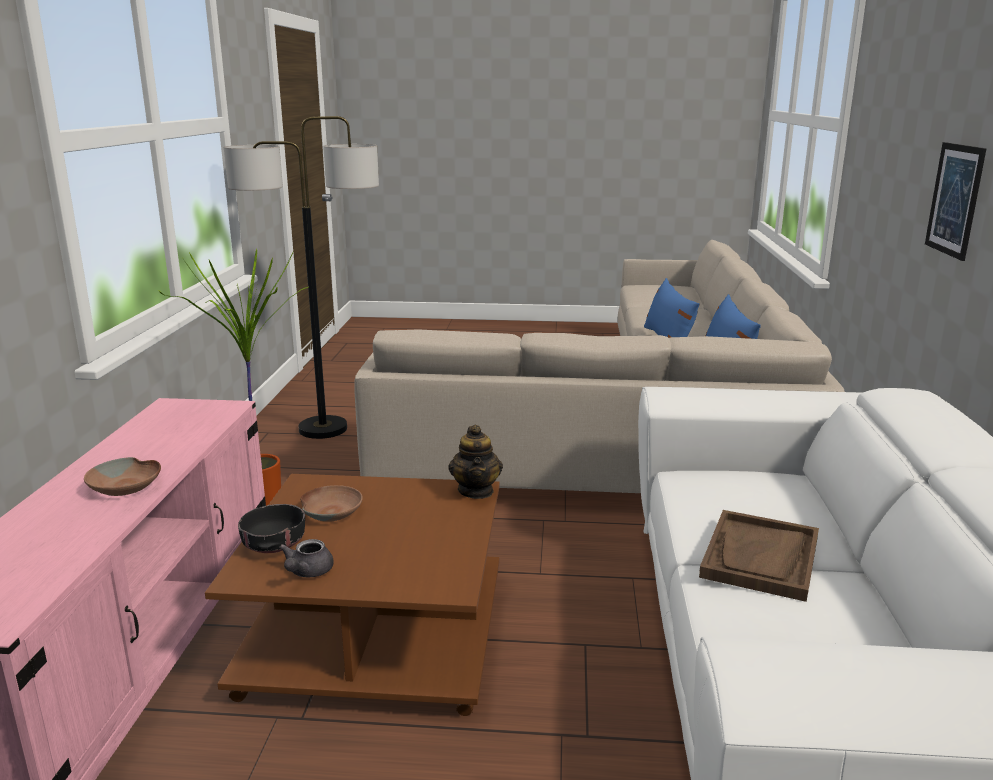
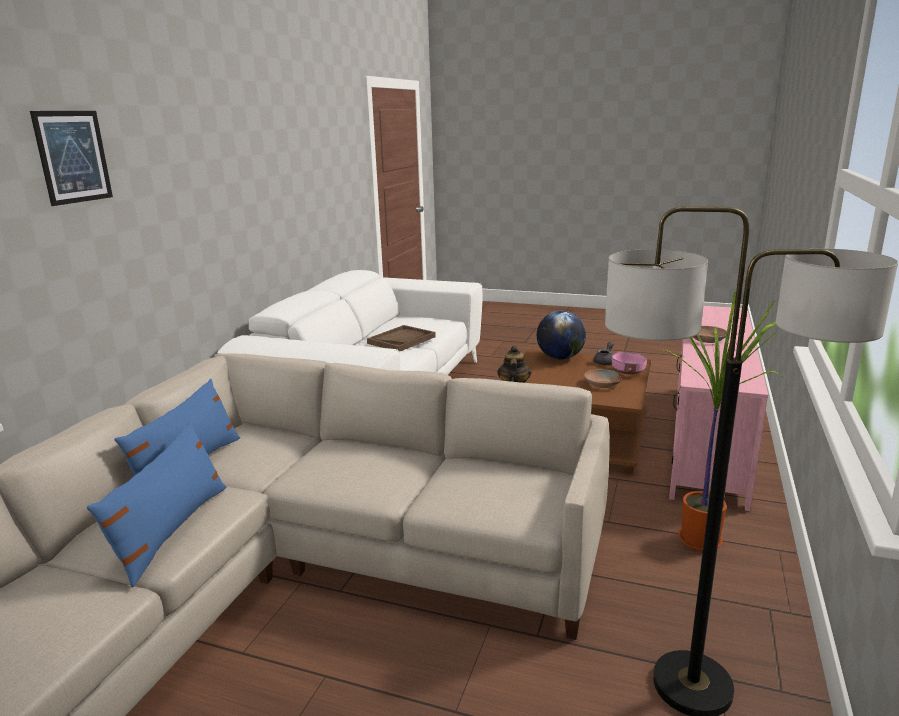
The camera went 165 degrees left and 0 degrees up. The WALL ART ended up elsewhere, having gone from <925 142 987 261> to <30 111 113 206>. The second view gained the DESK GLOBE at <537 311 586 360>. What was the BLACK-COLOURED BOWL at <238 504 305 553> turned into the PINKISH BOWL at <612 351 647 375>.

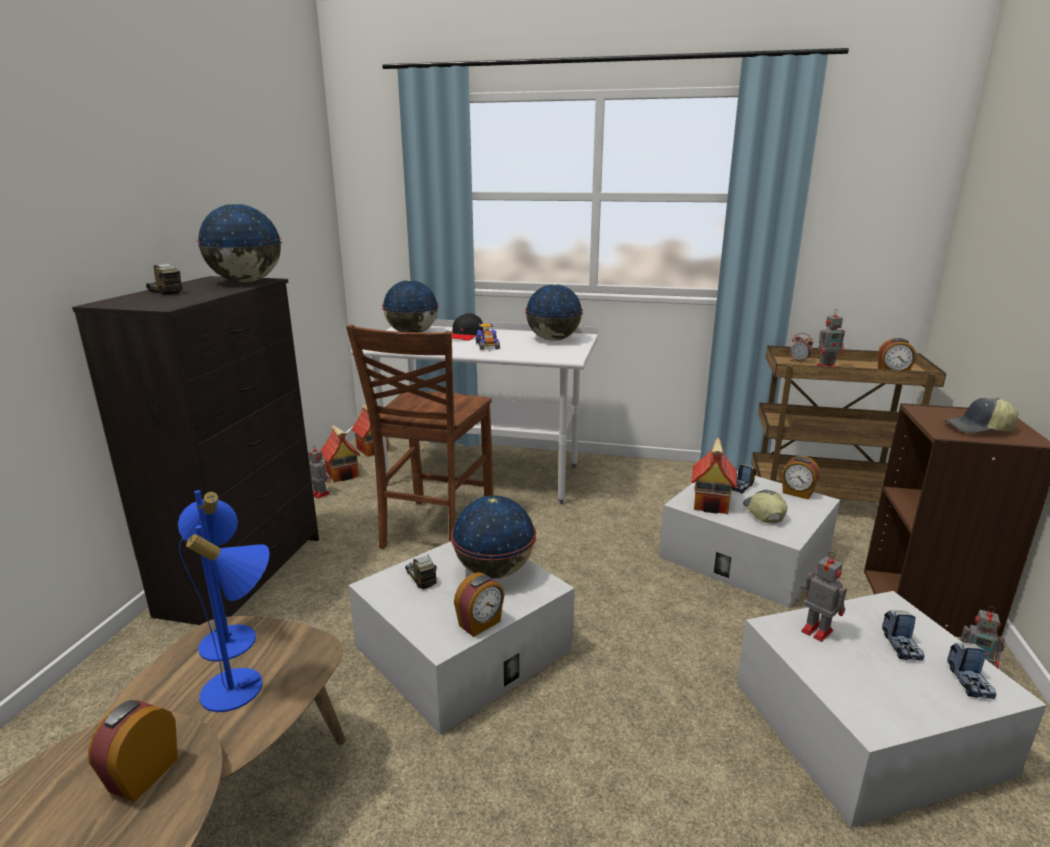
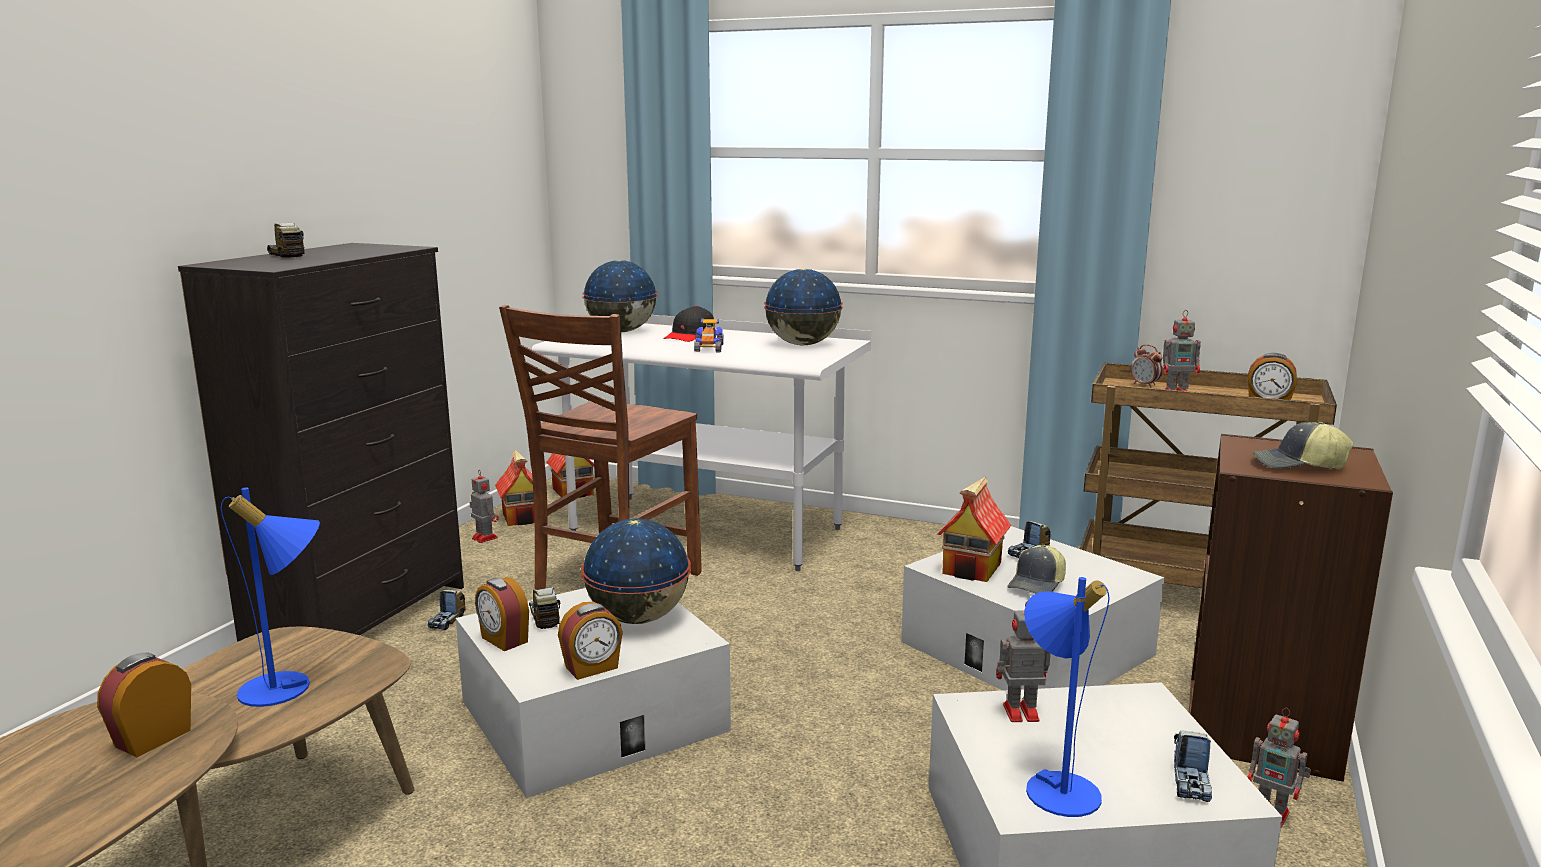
The camera went 10 degrees right and 5 degrees down. The TOY LORRY ended up elsewhere, having gone from <882 610 924 661> to <428 590 466 630>. The TABLE CLOCK ended up elsewhere, having gone from <782 456 820 500> to <475 577 529 651>. The ROBOT FIGURE at <800 552 847 642> ended up facing another way, 60 degrees counterclockwise from before. The BASEBALL CAP at <743 490 788 523> ended up facing another way, 150 degrees counterclockwise from before. The BLUE TABLE LAMP ended up elsewhere, having gone from <178 490 256 662> to <1024 577 1110 817>. The second view lost the DESK GLOBE at <197 204 282 282>.

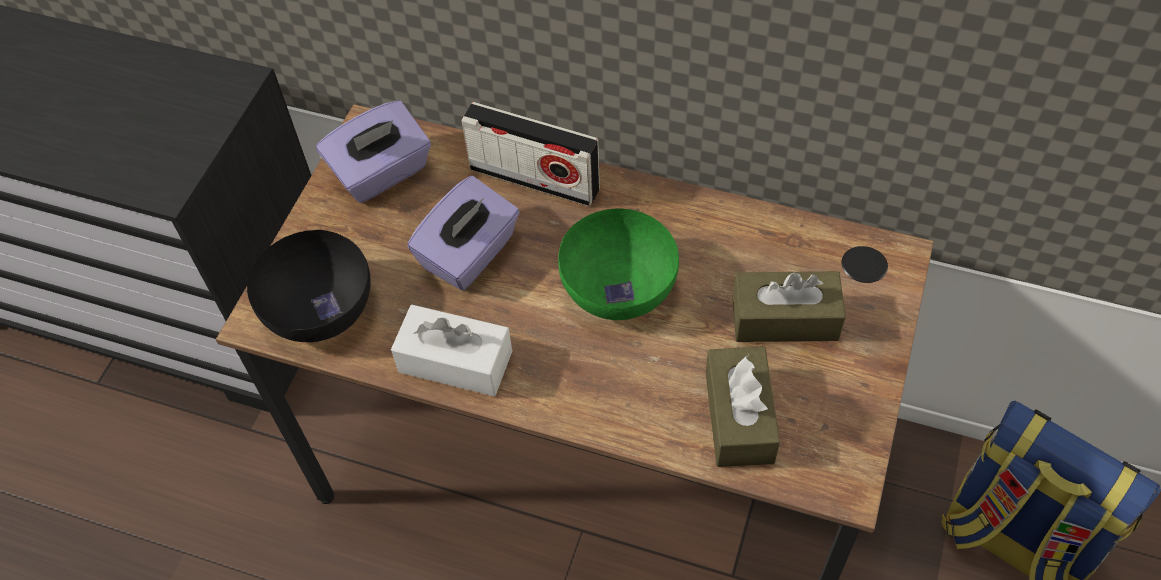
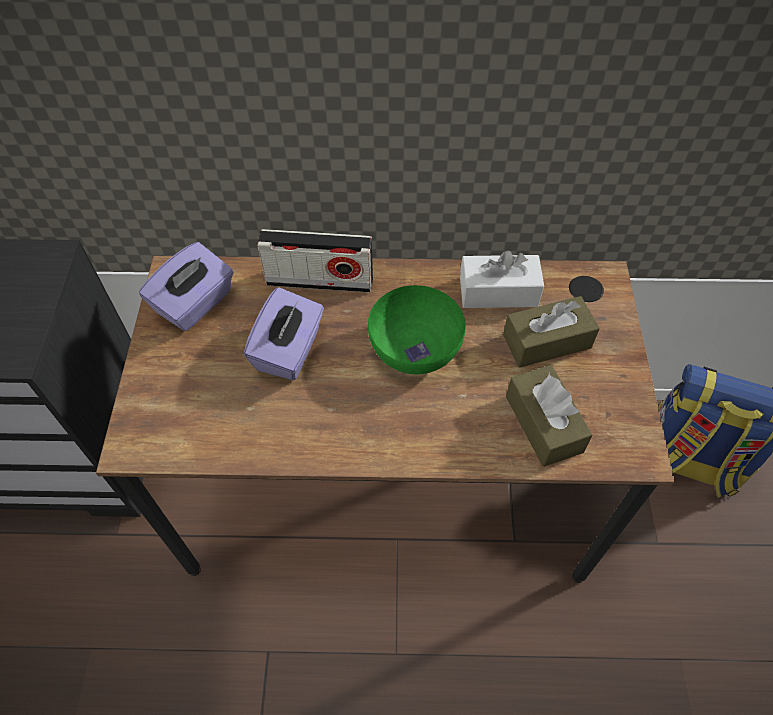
The camera went 20 degrees left and 0 degrees up. The WHITE TISSUE BOX ended up elsewhere, having gone from <391 305 512 396> to <460 251 544 308>. The second view lost the BLACK-COLOURED BOWL at <247 230 371 342>.

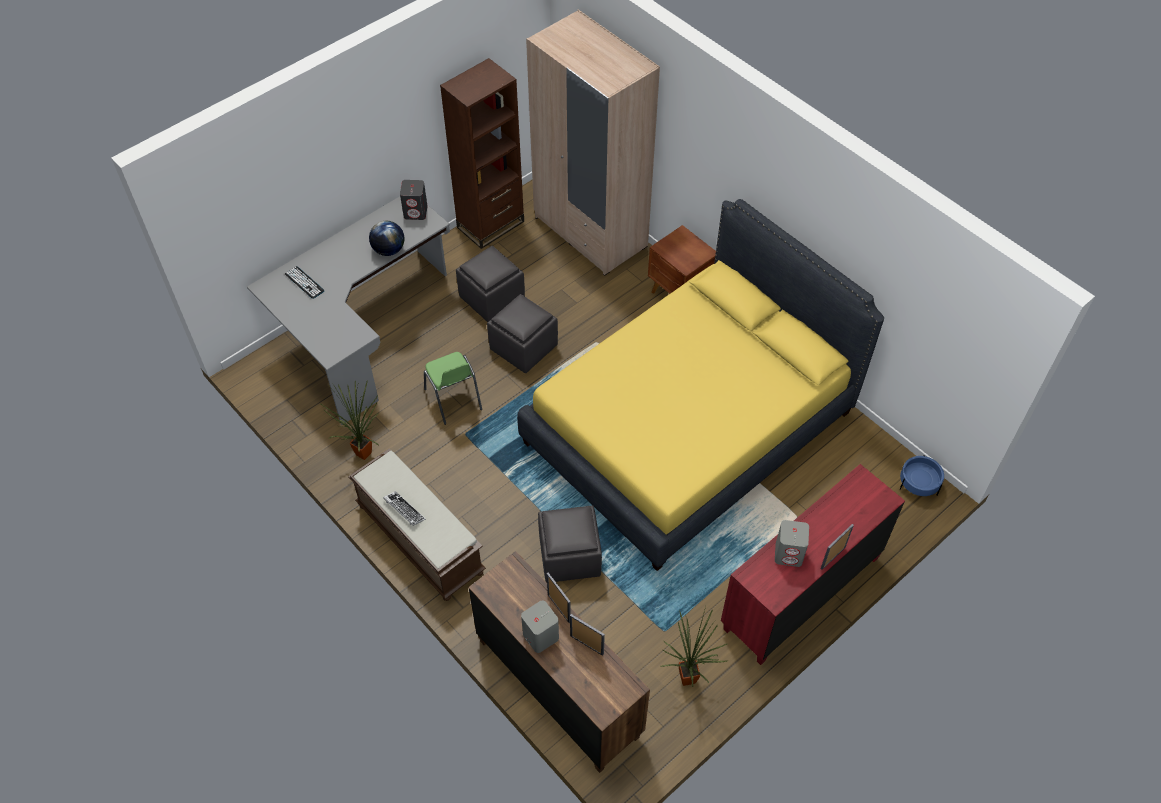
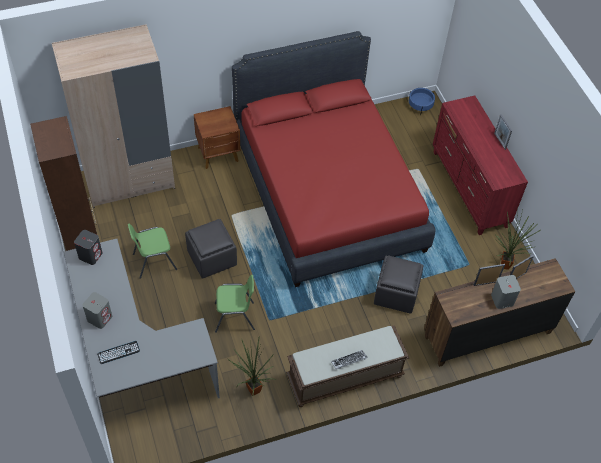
The camera went 70 degrees left and 0 degrees up. The GREY LOUDSPEAKER ended up elsewhere, having gone from <775 520 809 567> to <82 292 112 329>. Where the GREY FOOTREST stood at <456 246 525 322>, the GREEN-COLOURED CHAIR came to stand at <128 224 177 279>. What was the YELLOW BED at <517 199 884 571> turned into the REDDISH BED at <232 31 435 287>. The second view lost the DESK GLOBE at <369 221 405 256>.

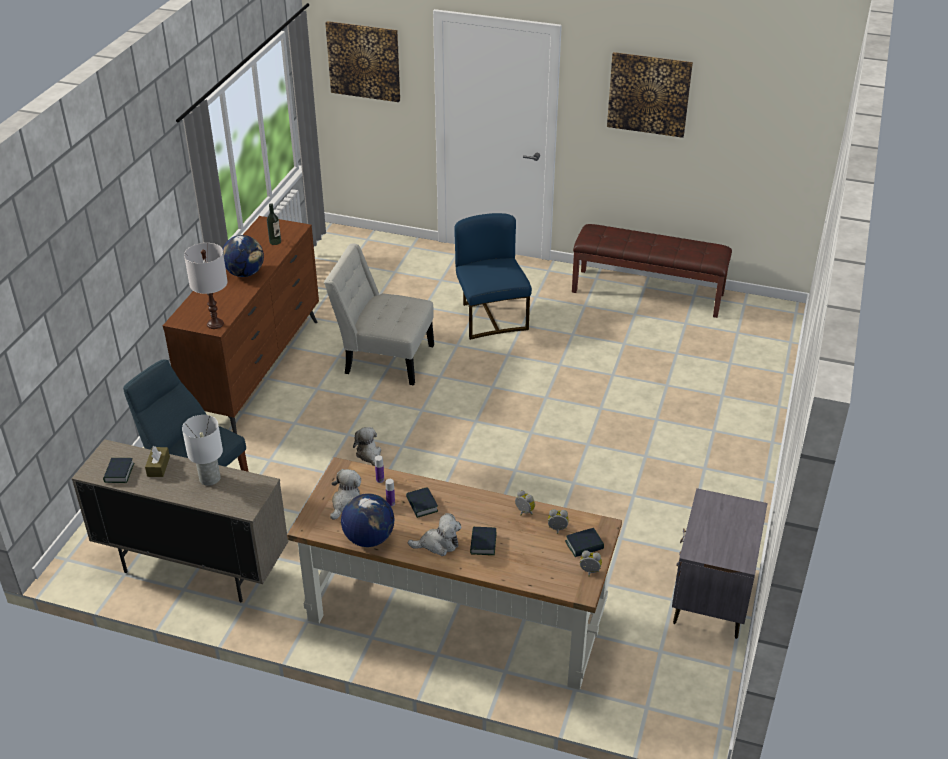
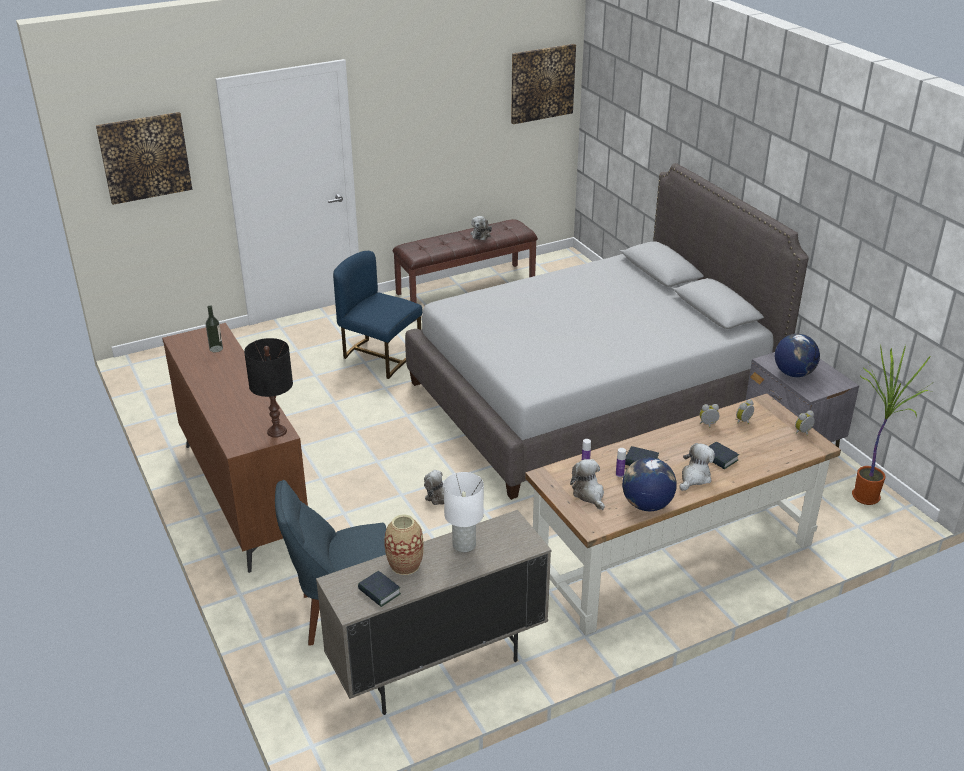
The camera went 45 degrees left and 5 degrees down. What was the WHITE TABLE LAMP at <184 243 228 329> turned into the BLACK-COLOURED TABLE LAMP at <244 338 293 438>. Where the BROWN TISSUE BOX stood at <145 446 170 477>, the VASE came to stand at <384 514 424 575>. The second view gained the GREY BED at <405 163 809 500>. The second view gained the PLUSH TOY at <470 216 492 240>. The WALL ART ended up elsewhere, having gone from <607 52 693 138> to <511 44 576 124>. The DESK GLOBE ended up elsewhere, having gone from <223 235 264 277> to <775 334 820 377>. The second view gained the PLANT IN A POT at <852 344 932 505>. The second view lost the WHITE CHAIR at <324 244 434 385>. The second view lost the VOLUME at <565 528 604 557>.

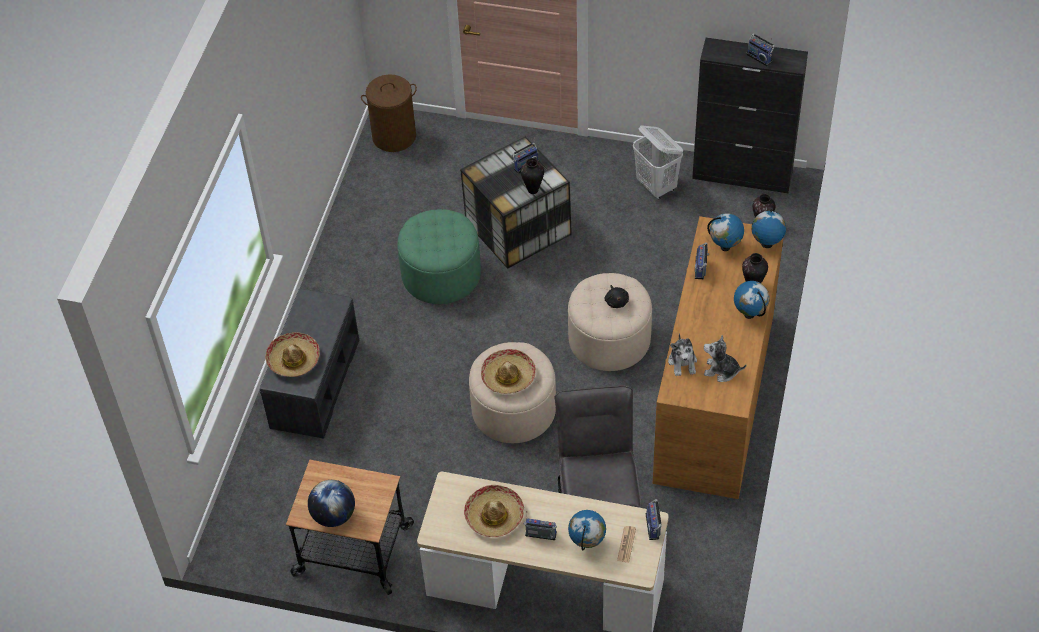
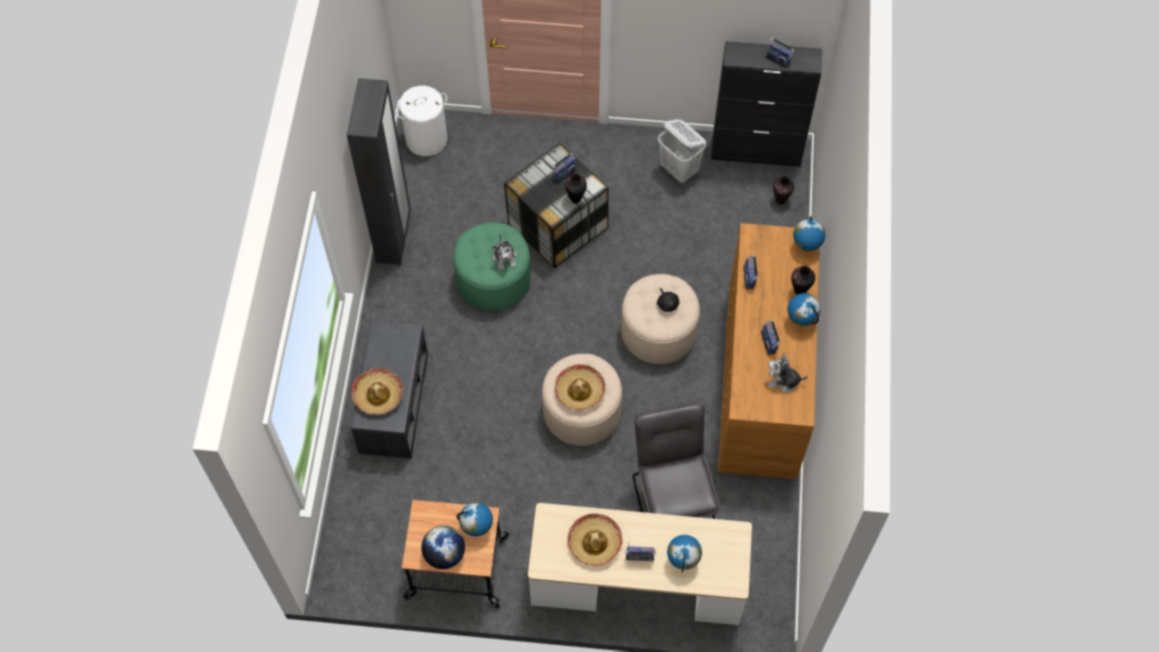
The camera went 10 degrees left and 10 degrees up. The second view gained the BLACK-COLOURED CLOTHES CUPBOARD at <347 78 411 265>. What was the BROWN HAMPER at <361 75 417 152> turned into the WHITE HAMPER at <395 86 447 156>. The DESK GLOBE ended up elsewhere, having gone from <707 213 744 251> to <457 502 493 537>. The PLUSH TOY ended up elsewhere, having gone from <668 333 697 376> to <492 234 517 270>. The RADIO RECEIVER ended up elsewhere, having gone from <646 499 662 540> to <761 319 780 355>. The second view lost the PRINTED PAPER at <617 526 636 563>.

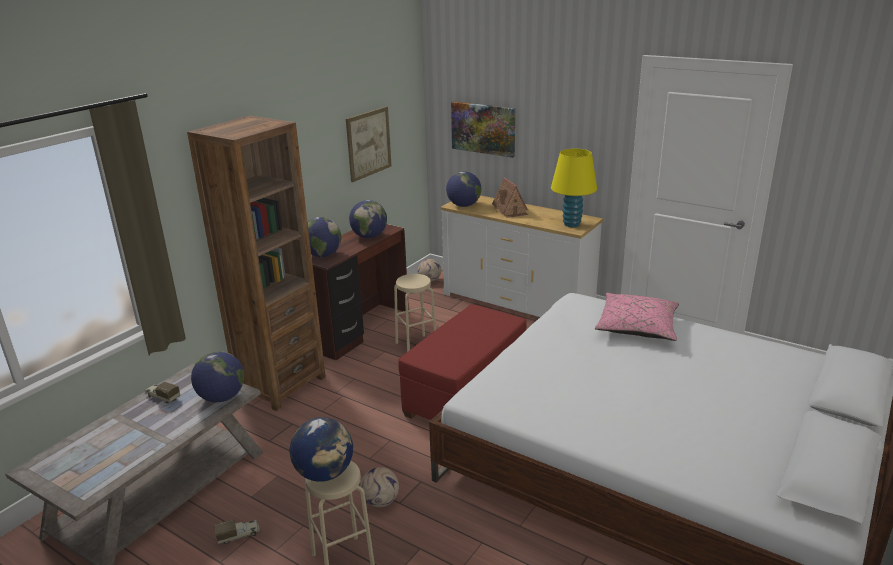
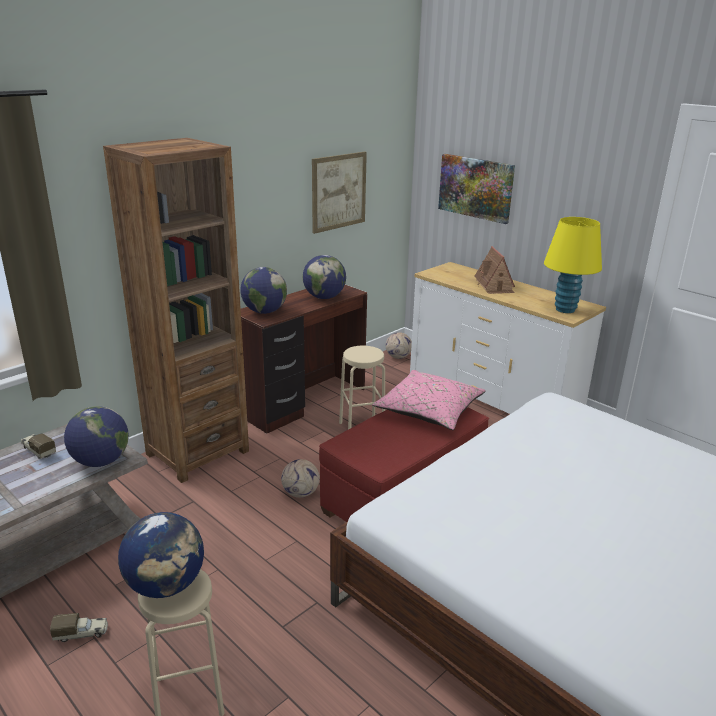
The camera went 10 degrees right and 0 degrees up. The FOOTBALL ended up elsewhere, having gone from <360 467 399 507> to <281 459 320 498>. The PINKISH PILLOW ended up elsewhere, having gone from <595 293 679 341> to <372 370 486 430>. The second view lost the DESK GLOBE at <446 171 481 207>.

